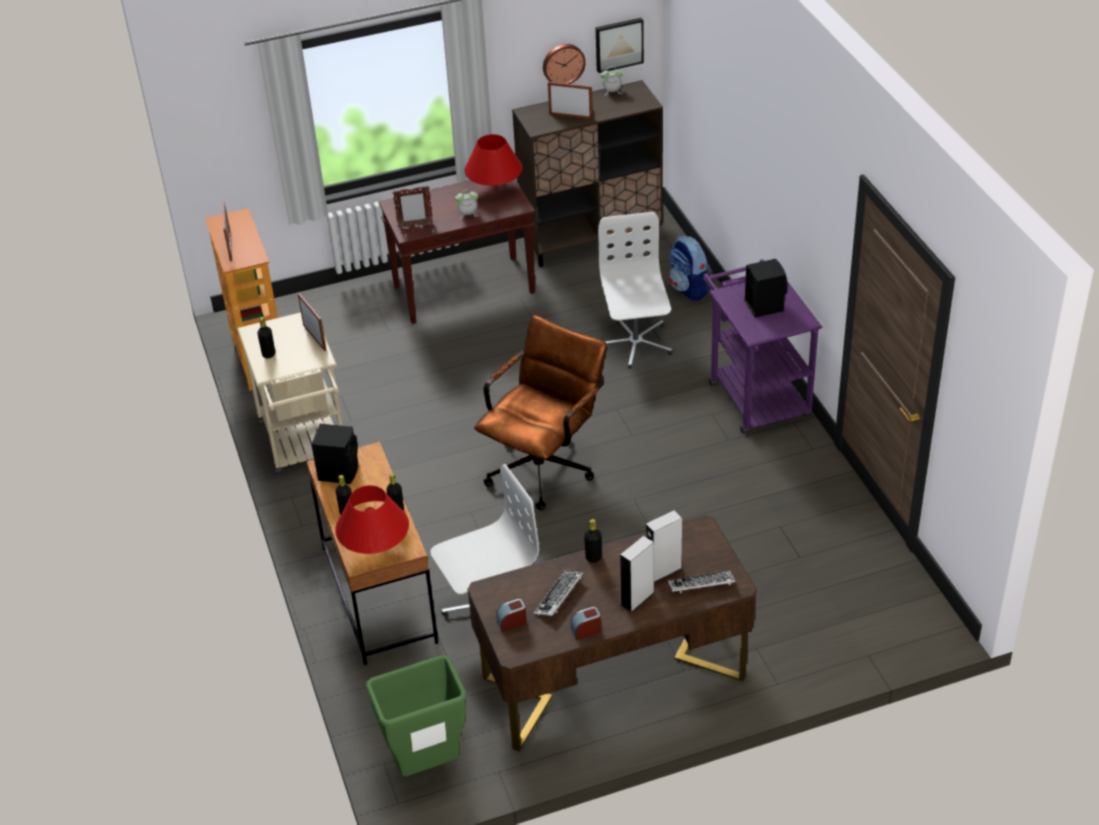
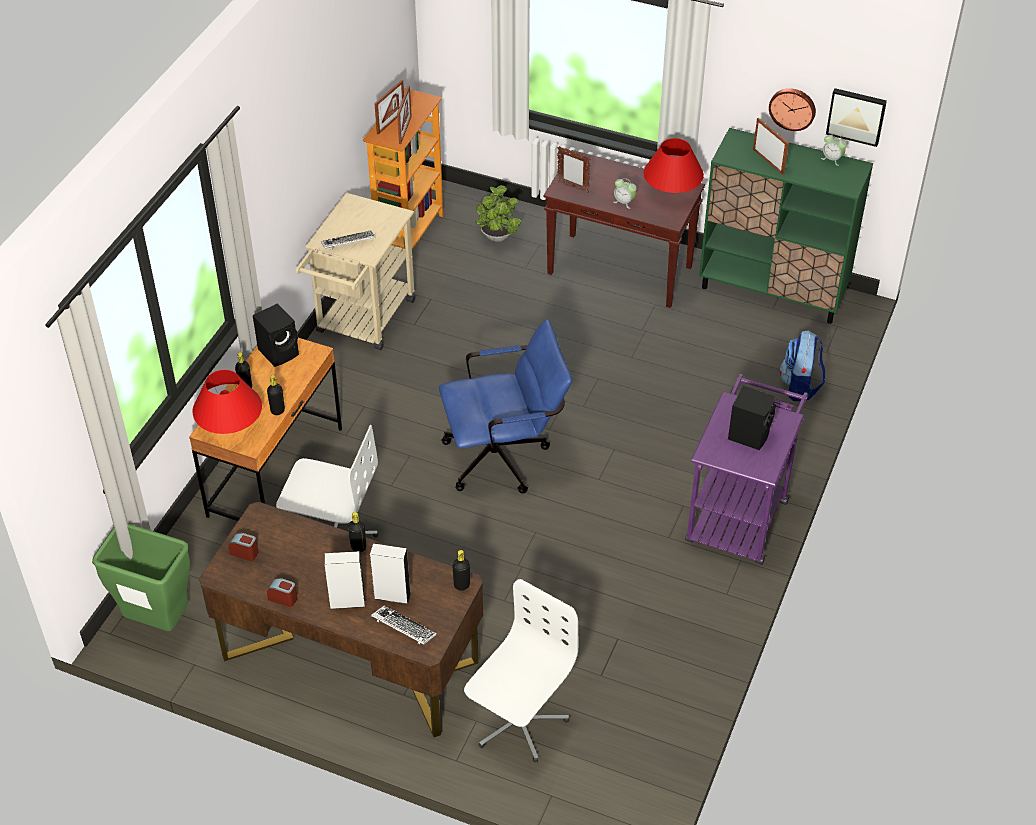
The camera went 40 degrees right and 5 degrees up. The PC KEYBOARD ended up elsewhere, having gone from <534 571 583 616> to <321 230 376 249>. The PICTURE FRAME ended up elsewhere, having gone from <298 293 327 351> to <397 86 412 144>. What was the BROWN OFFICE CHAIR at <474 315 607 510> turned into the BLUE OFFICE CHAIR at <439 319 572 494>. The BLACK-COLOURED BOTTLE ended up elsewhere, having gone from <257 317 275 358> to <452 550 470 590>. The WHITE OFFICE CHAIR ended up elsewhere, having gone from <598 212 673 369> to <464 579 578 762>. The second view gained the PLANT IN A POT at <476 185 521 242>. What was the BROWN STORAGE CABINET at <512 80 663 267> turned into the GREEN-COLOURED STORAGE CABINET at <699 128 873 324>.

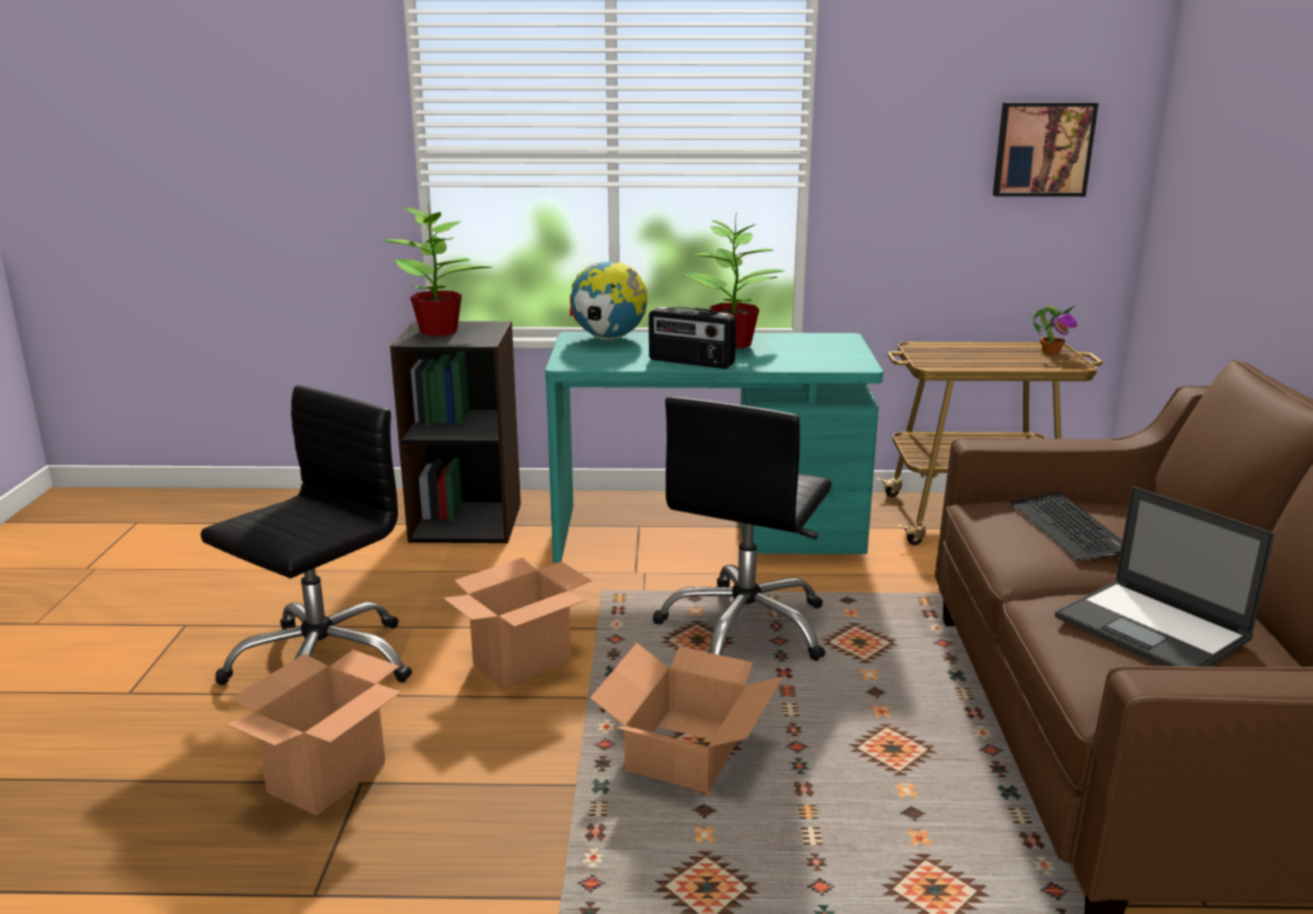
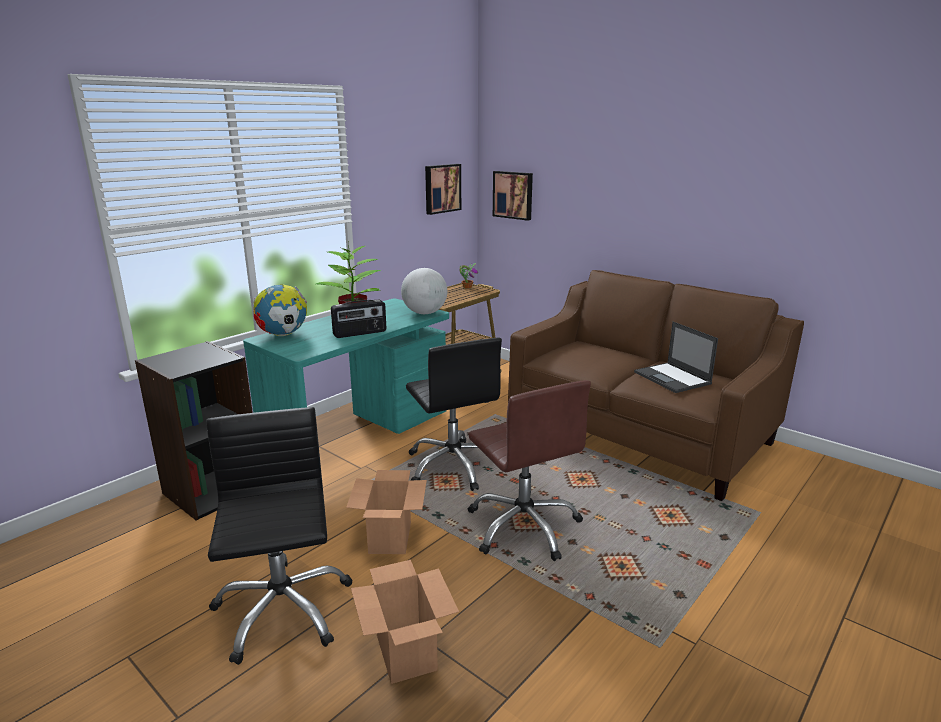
The camera went 50 degrees left and 0 degrees up. The second view gained the DESK GLOBE at <401 268 447 314>. Where the CARDBOARD BOX stood at <590 643 783 793>, the BROWN OFFICE CHAIR came to stand at <468 380 591 561>. The second view gained the WALL ART at <493 171 533 221>. The PORTABLE COMPUTER at <1055 486 1275 667> ended up facing another way, 60 degrees clockwise from before. The second view lost the PLANT IN A POT at <383 200 493 336>. The second view lost the PC KEYBOARD at <1010 492 1122 561>.

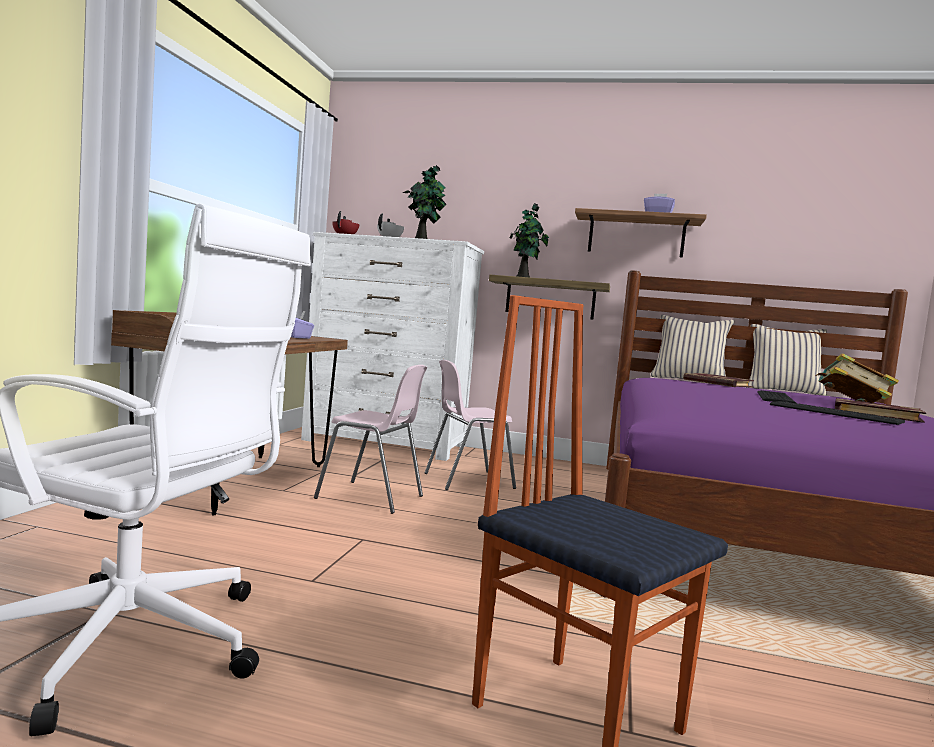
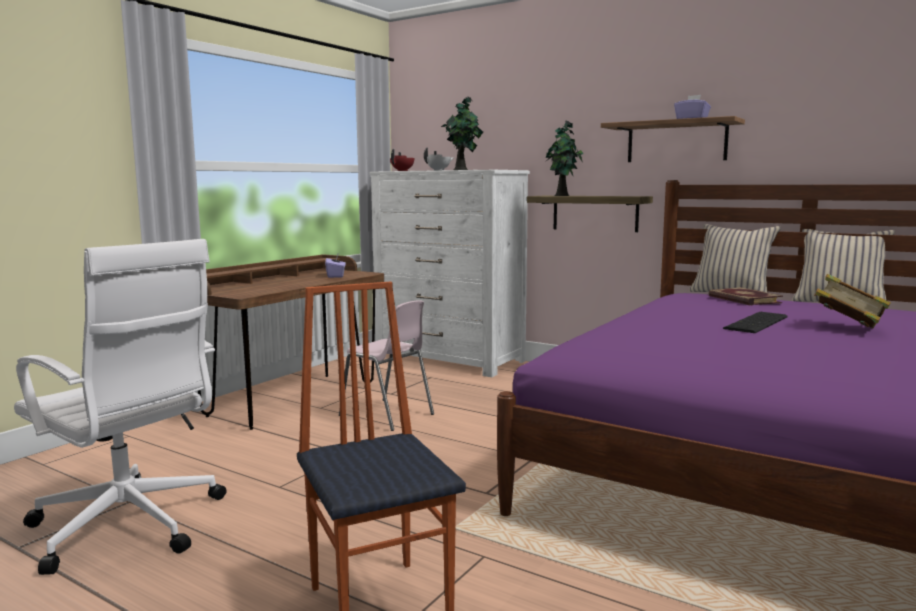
The camera went 20 degrees right and 5 degrees up. The second view lost the PINKISH CHAIR at <425 360 516 490>. The second view lost the PC KEYBOARD at <770 401 905 425>. The second view lost the VOLUME at <835 398 926 423>.

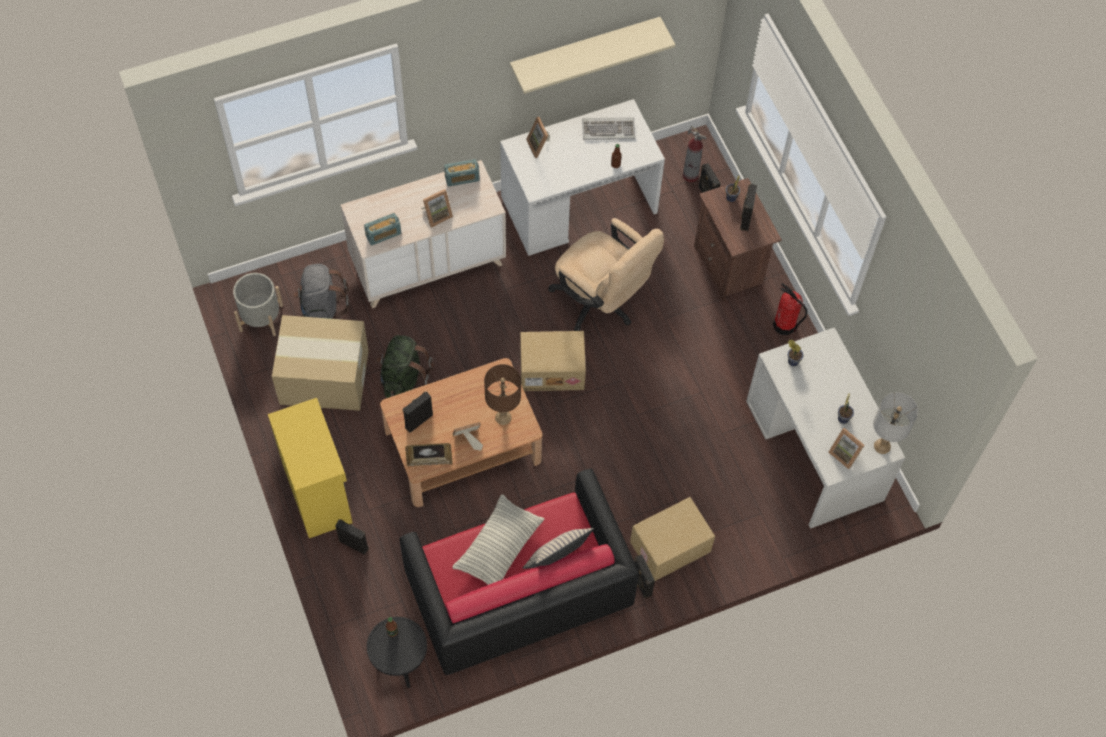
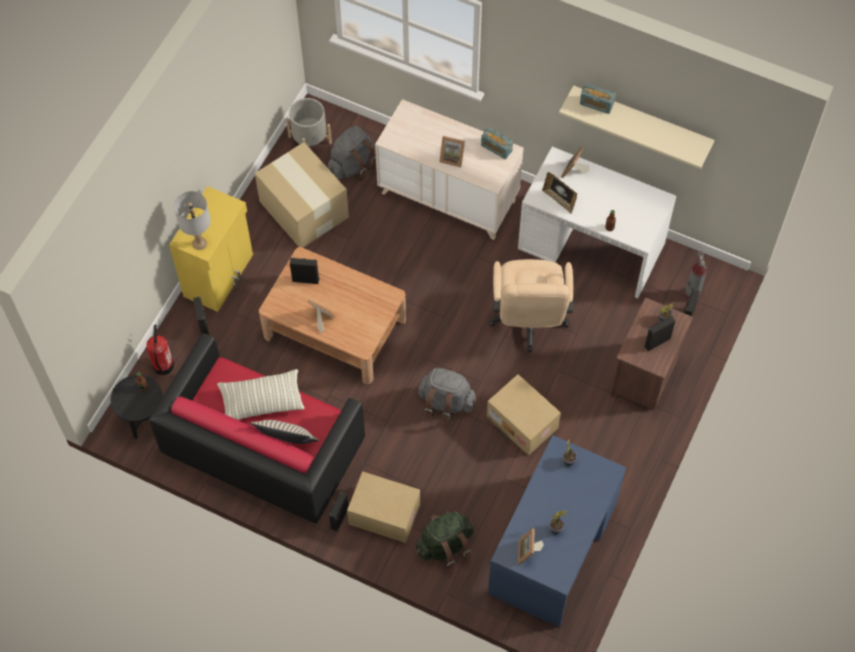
The camera went 50 degrees right and 0 degrees up. The EXTINGUISHER ended up elsewhere, having gone from <773 283 807 335> to <146 325 174 376>. The GREY TABLE LAMP ended up elsewhere, having gone from <873 392 918 454> to <174 191 211 250>. The GREEN-COLOURED KNAPSACK ended up elsewhere, having gone from <376 335 434 398> to <416 511 474 570>. The second view gained the GREY KNAPSACK at <418 368 476 423>. The CARDBOARD BOX ended up elsewhere, having gone from <520 331 586 391> to <487 374 561 455>. What was the WHITE DESK UNIT at <746 327 905 529> turned into the BLUE DESK UNIT at <488 435 626 627>. The PICTURE FRAME ended up elsewhere, having gone from <405 443 453 467> to <542 172 577 214>. The RADIO RECEIVER ended up elsewhere, having gone from <364 213 401 246> to <580 84 615 114>. The second view lost the BROWN TABLE LAMP at <484 364 521 425>. The second view lost the PC KEYBOARD at <582 117 635 140>.

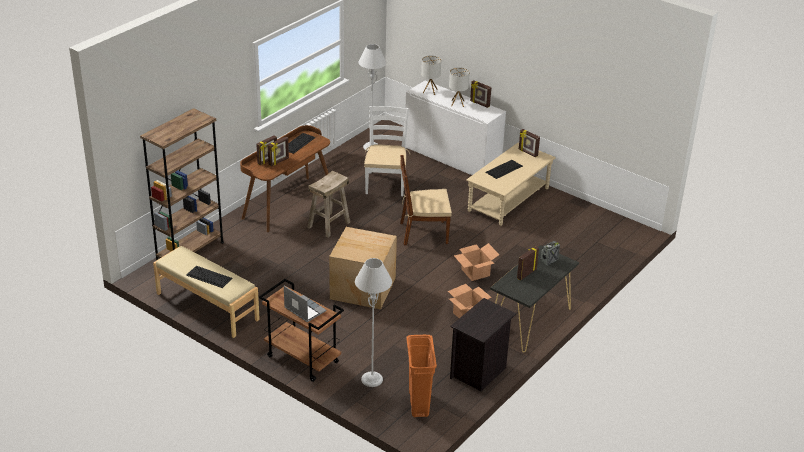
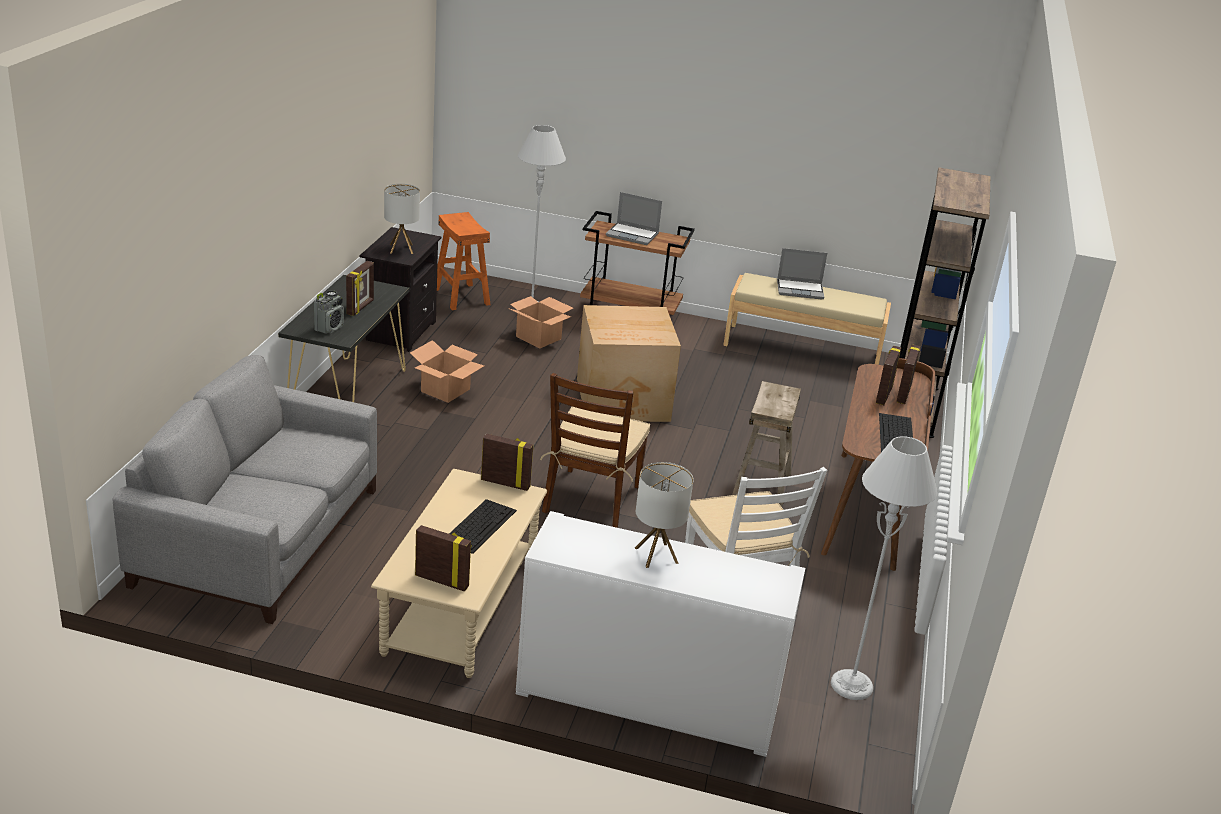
The camera went 155 degrees right and 5 degrees down. The second view gained the GREY SOFA at <113 355 377 624>. The TABLE LAMP ended up elsewhere, having gone from <421 56 441 95> to <384 184 420 254>. Where the ORANGEY TRASH CAN stood at <406 335 437 417>, the ORANGEY STOOL SEAT came to stand at <437 212 490 310>. The PICTURE FRAME ended up elsewhere, having gone from <470 80 491 108> to <481 434 533 491>. The CARDBOARD BOX ended up elsewhere, having gone from <454 243 499 281> to <508 296 573 348>. The BROWN CHAIR at <400 155 452 246> ended up facing another way, 135 degrees clockwise from before. Where the PC KEYBOARD stood at <186 266 232 288>, the PORTABLE COMPUTER came to stand at <777 248 827 300>.

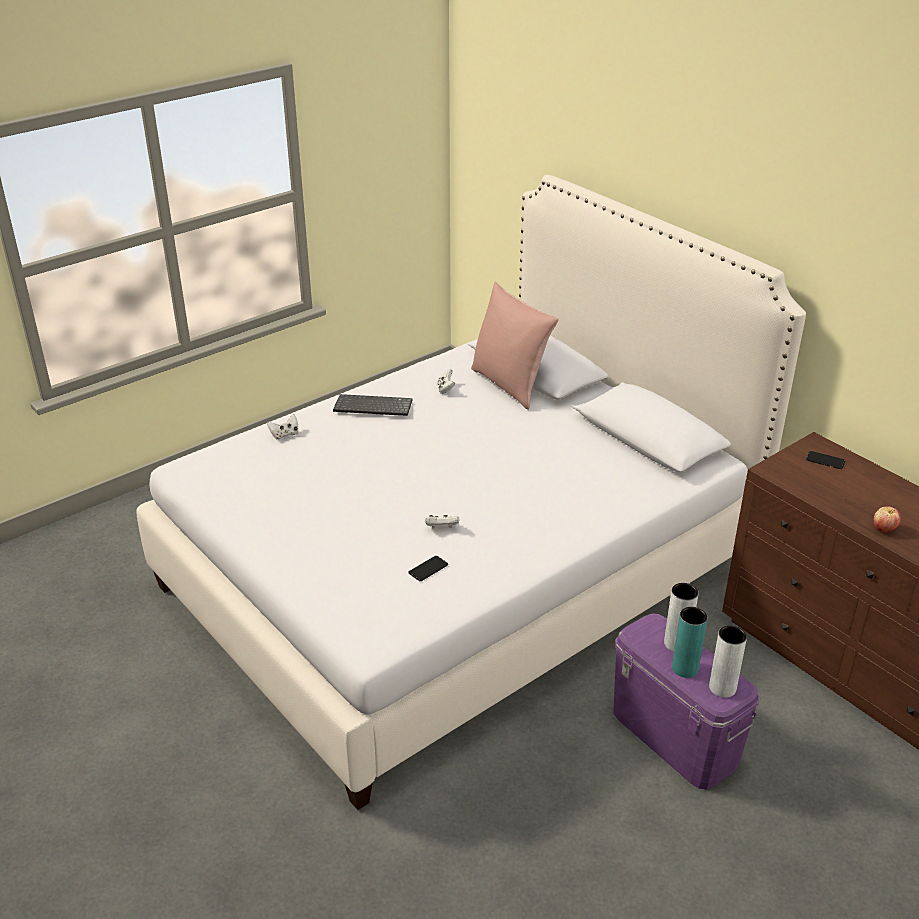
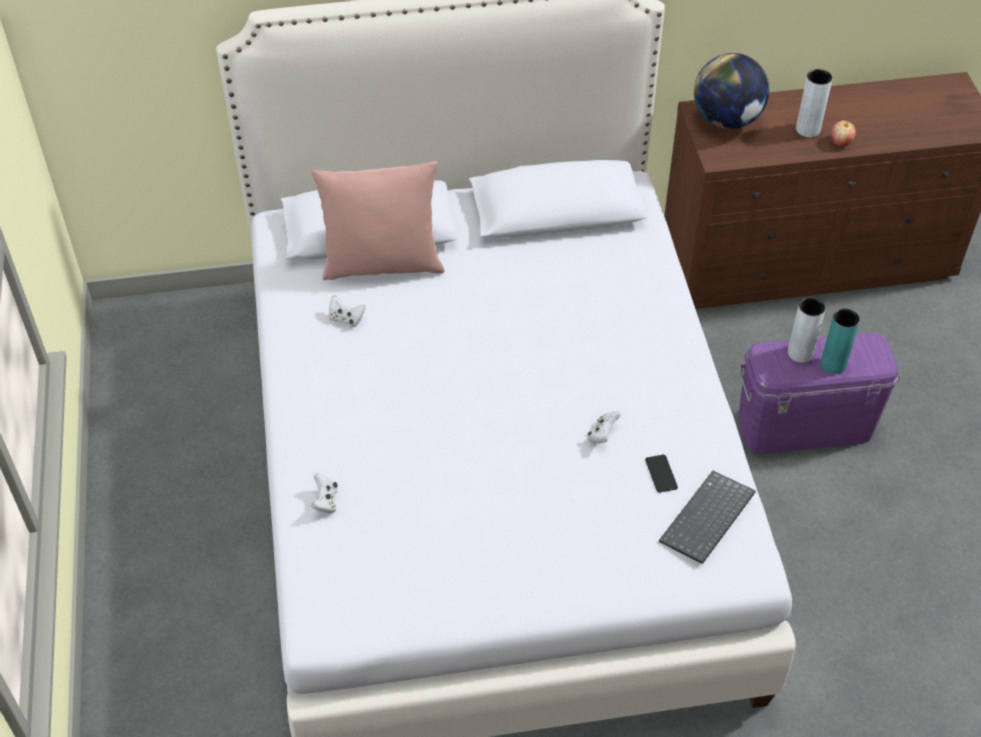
The camera went 60 degrees left and 15 degrees up. The PC KEYBOARD ended up elsewhere, having gone from <333 394 412 416> to <659 471 756 564>. Where the PHONE stood at <806 451 845 469>, the DESK GLOBE came to stand at <694 53 769 129>. The GREY VASE ended up elsewhere, having gone from <709 625 747 698> to <796 69 833 137>.

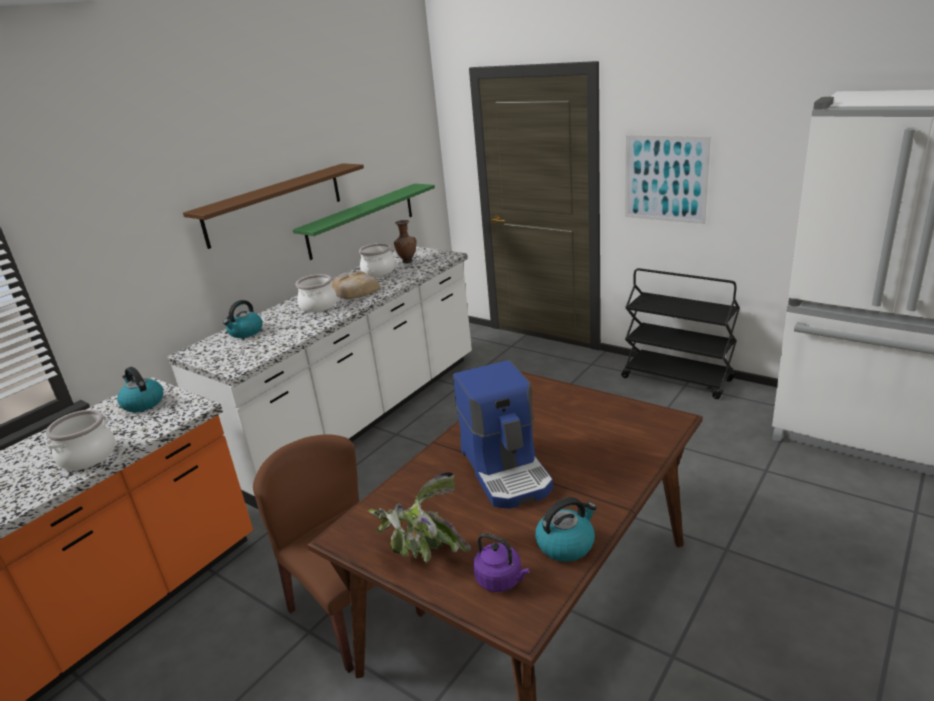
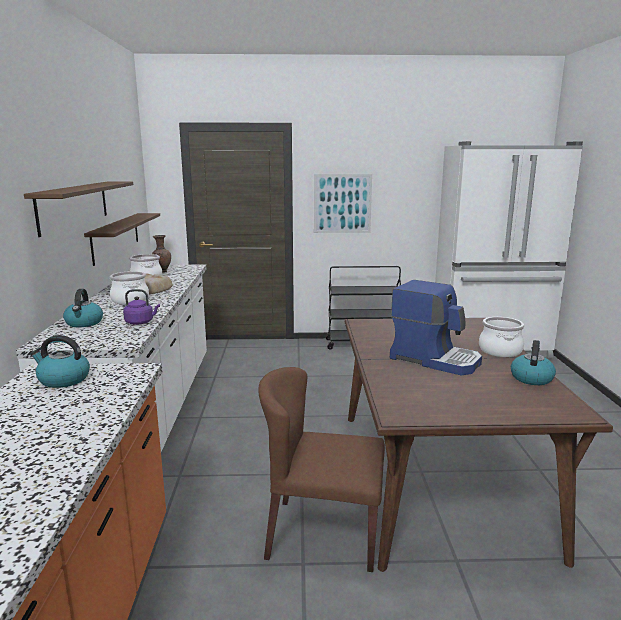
The camera went 40 degrees left and 10 degrees down. What was the GREEN-COLOURED BRACKET SHELF at <293 184 435 260> turned into the BROWN BRACKET SHELF at <84 213 160 266>. The PURPLE-COLOURED WATER KETTLE ended up elsewhere, having gone from <473 533 530 592> to <123 289 160 325>. The SAUCEPOT ended up elsewhere, having gone from <45 410 115 470> to <479 317 524 357>. The second view lost the PLANT IN A POT at <368 472 471 563>.

